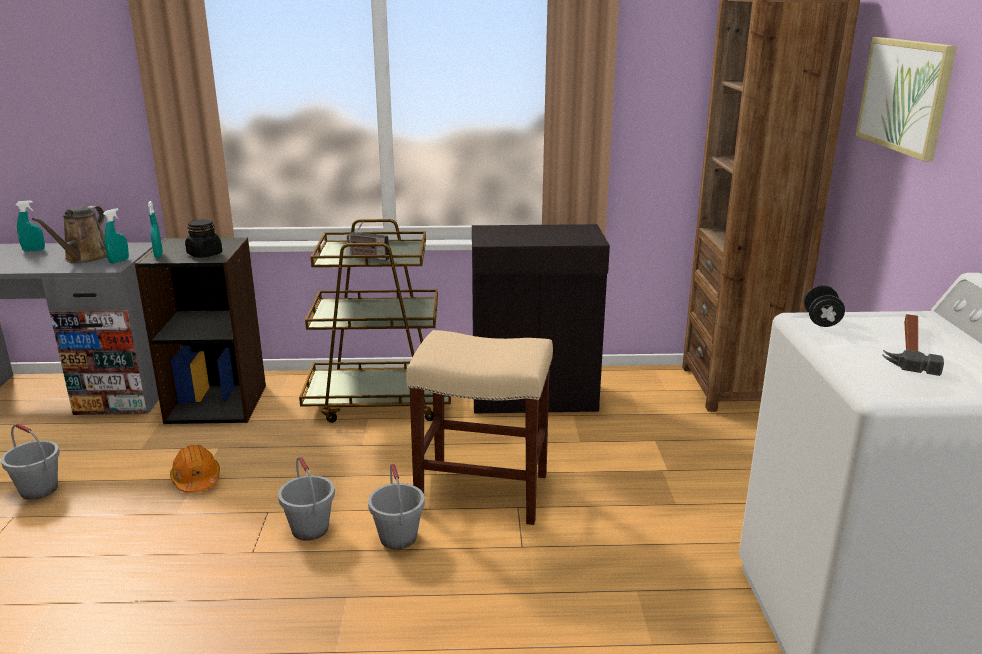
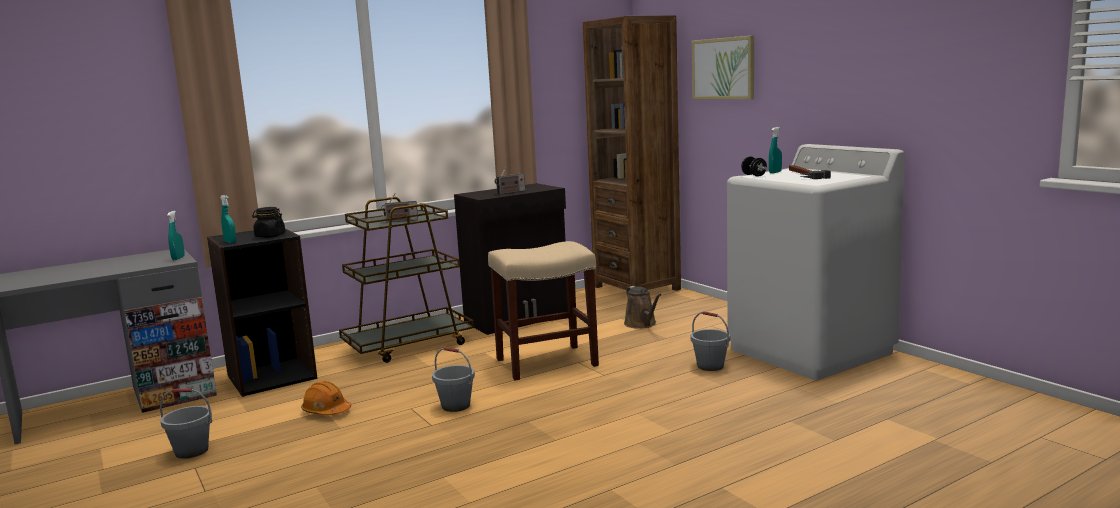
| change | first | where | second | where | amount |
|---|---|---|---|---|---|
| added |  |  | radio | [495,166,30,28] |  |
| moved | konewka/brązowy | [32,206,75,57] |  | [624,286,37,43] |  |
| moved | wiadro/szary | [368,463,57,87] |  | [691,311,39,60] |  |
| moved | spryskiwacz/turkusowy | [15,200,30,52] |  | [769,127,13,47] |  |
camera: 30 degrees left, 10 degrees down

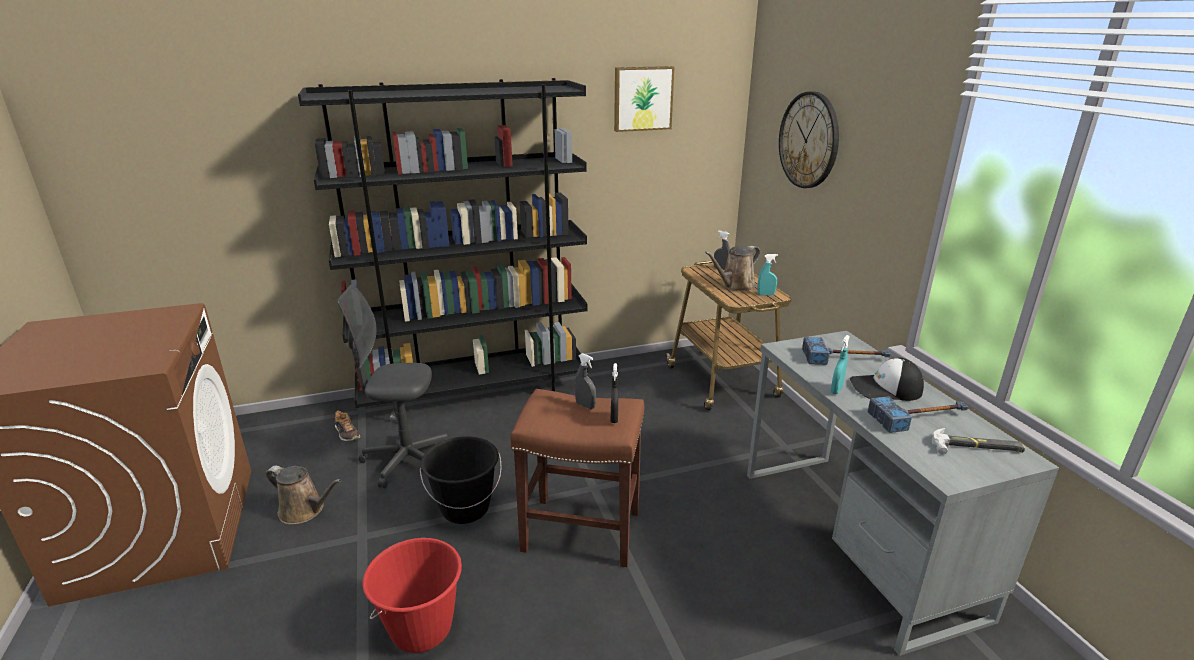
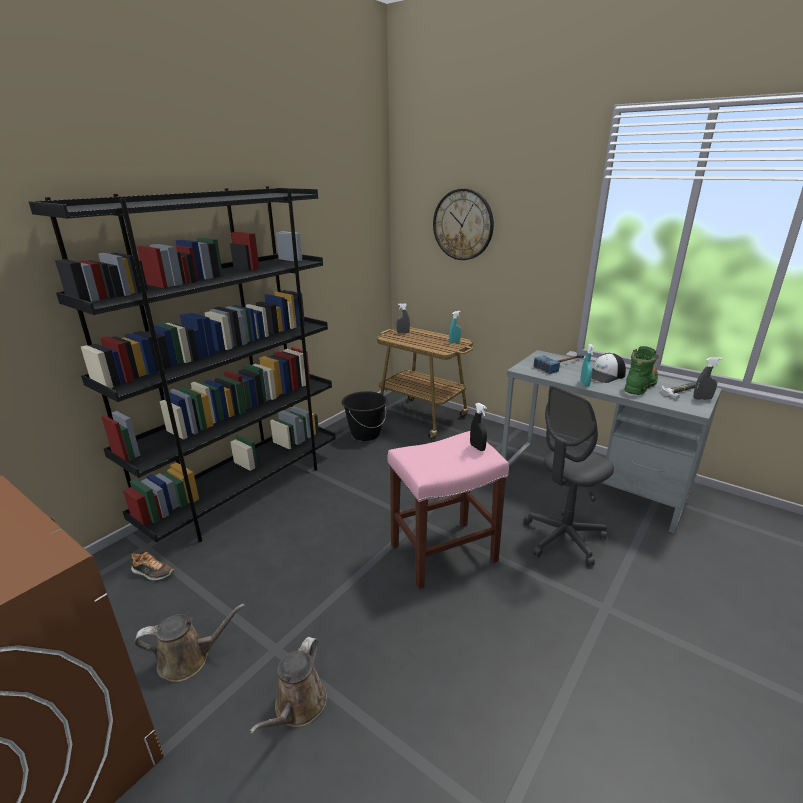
| change | first | where | second | where | amount |
|---|---|---|---|---|---|
| moved | konewka/brązowy | [705,245,55,46] |  | [249,637,78,97] |  |
| moved | wiadro/czarny | [420,436,82,88] |  | [342,391,45,50] |  |
| recoloured | stołek/brązowy | [510,389,134,178] | stołek/różowy | [388,431,121,158] |  |
| moved | krzesło biurowe/szary | [337,285,111,203] |  | [524,386,90,181] |  |
| replaced | młotek | [868,396,100,37] | but z cholewką/zielony | [624,346,35,49] |  |
| moved | spryskiwacz/szary | [575,353,21,56] |  | [694,357,28,43] |  |
| removed | wiadro/czerwony | [362,538,100,115] |  |  |  |
| removed | obraz | [614,66,60,66] |  |  |  |
camera: 35 degrees left, 0 degrees up

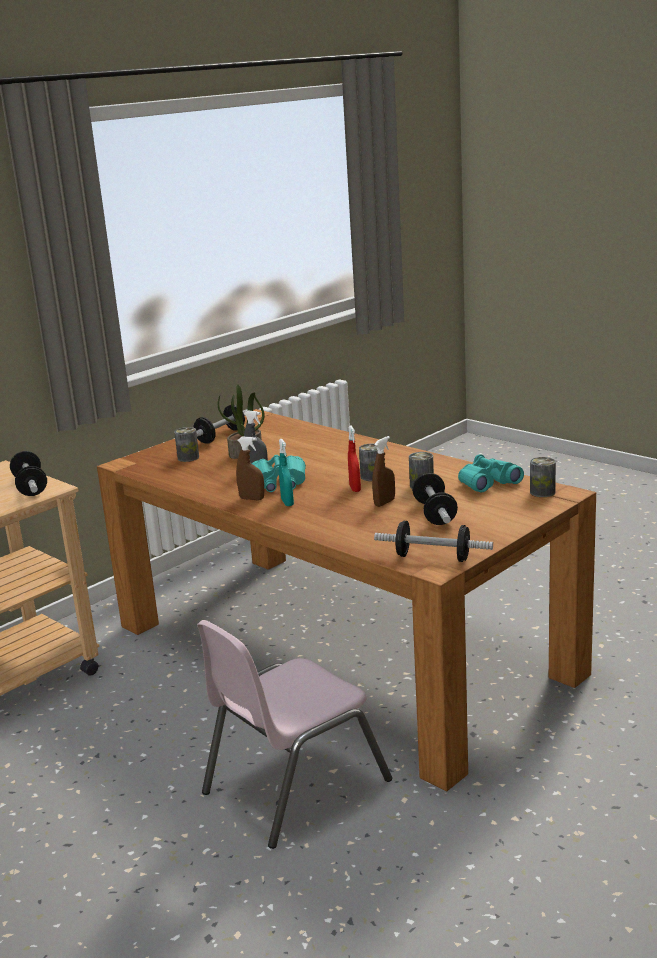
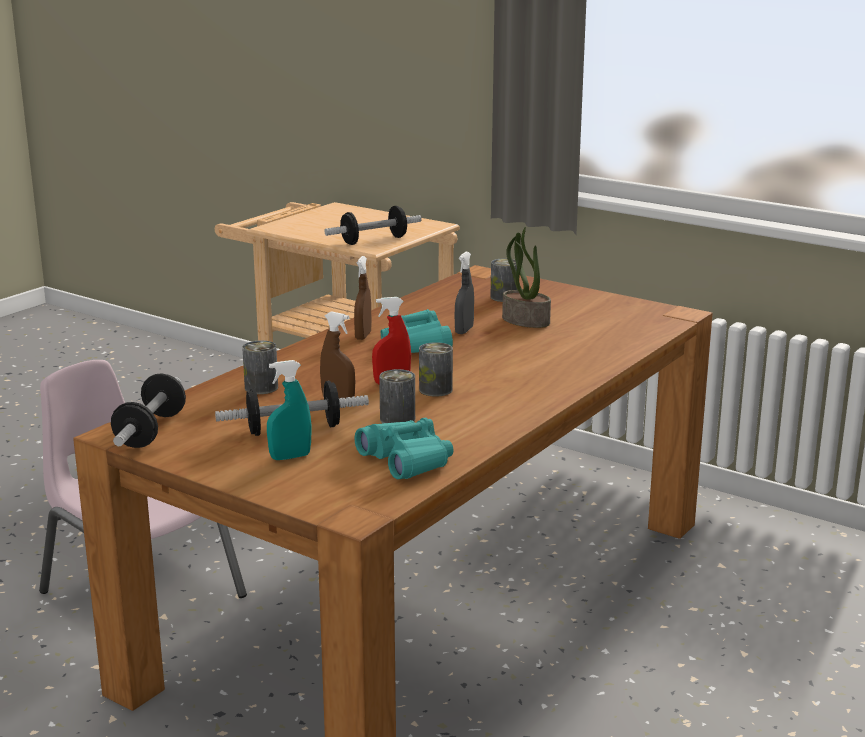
| change | first | where | second | where | amount |
|---|---|---|---|---|---|
| moved | puszka | [530,457,26,40] |  | [242,340,36,54] |  |
| moved | spryskiwacz/turkusowy | [279,439,15,67] |  | [267,360,45,100] |  |
| removed | hantel | [193,405,54,39] |  |  |  |
camera: 80 degrees right, 0 degrees up

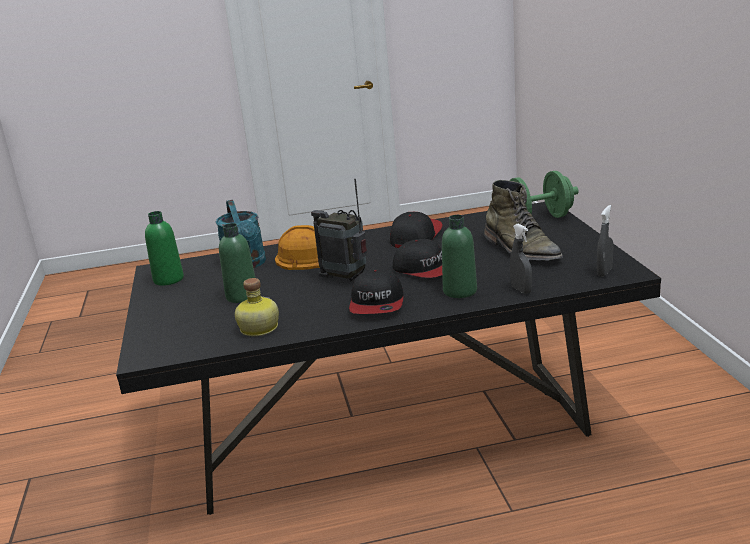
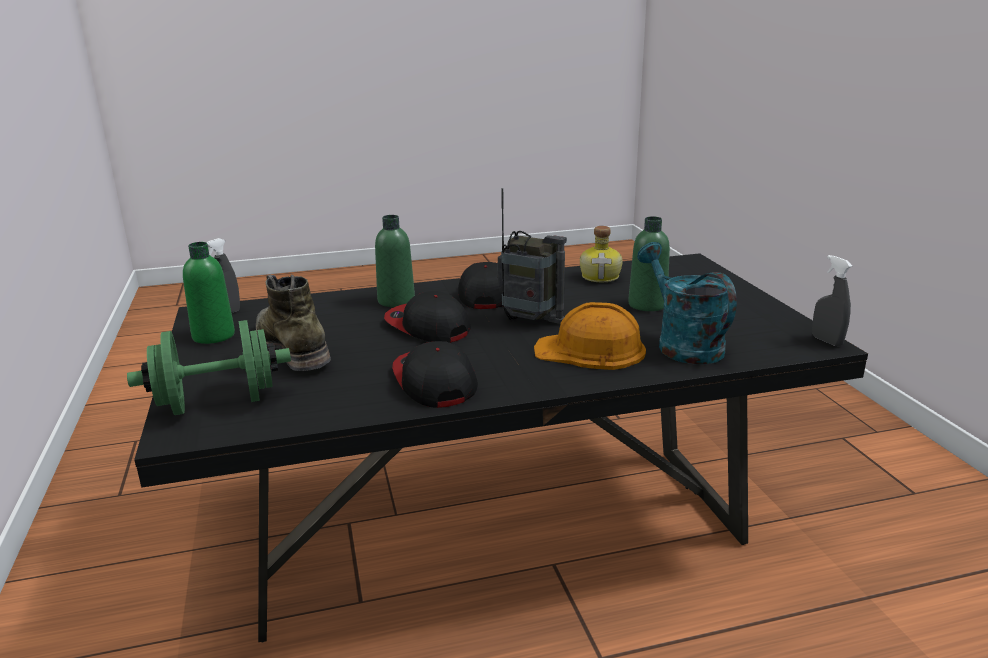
| change | first | where | second | where | amount |
|---|---|---|---|---|---|
| moved | butelka/zielony | [145,211,39,75] |  | [183,242,52,102] |  |
| turned | czapka z daszkiem | [390,212,53,36] |  | [392,341,86,67] | 135 degrees clockwise |
| moved | spryskiwacz/szary | [510,224,22,70] |  | [812,255,40,92] |  |
camera: 175 degrees right, 0 degrees up

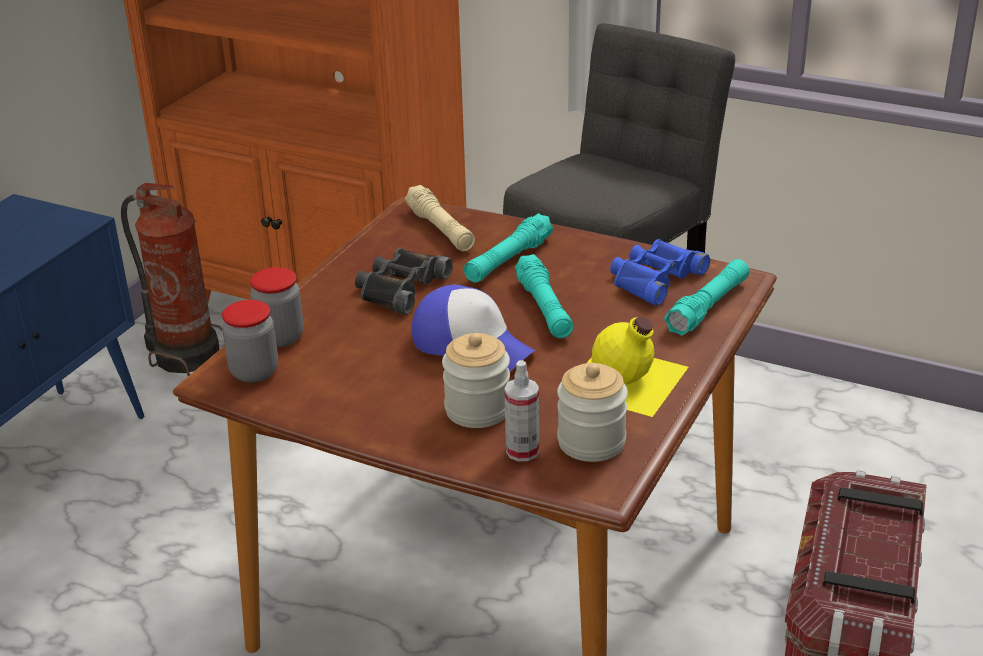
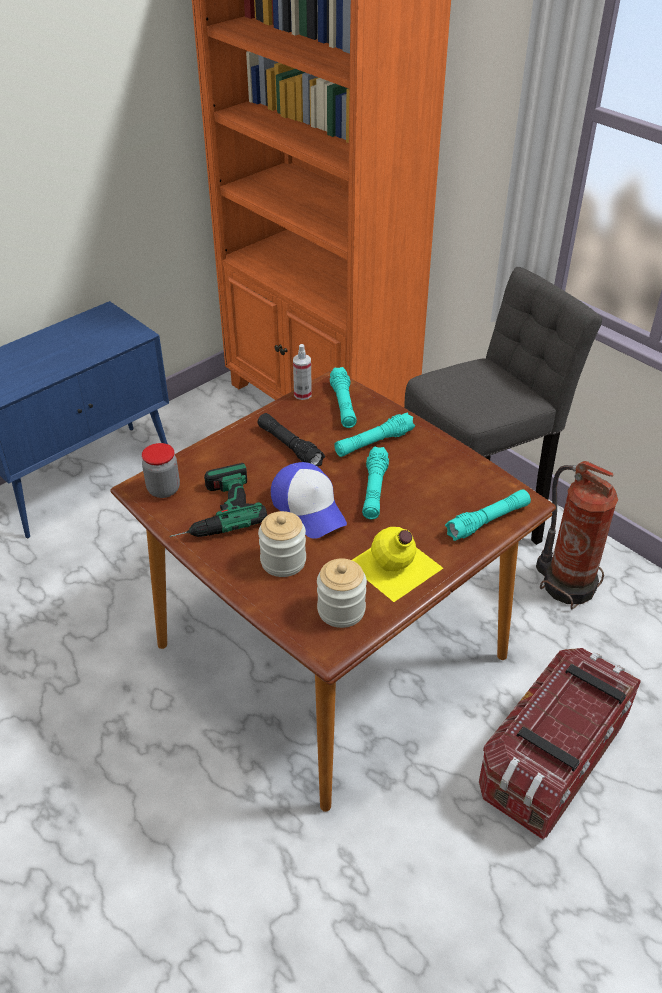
| change | first | where | second | where | amount |
|---|---|---|---|---|---|
| added |  |  | wiertarka | [170,463,97,74] |  |
| replaced | lornetka/czarny | [355,248,98,67] | latarka/czarny | [258,413,67,53] |  |
| moved | spryskiwacz | [504,360,35,102] |  | [293,344,19,56] |  |
| recoloured | latarka/beżowy | [405,185,70,66] | latarka/turkusowy | [330,367,27,61] |  |
| moved | gaśnica | [121,183,104,193] |  | [536,461,82,148] |  |
| removed | słoik | [250,267,54,80] |  |  |  |
| removed | lornetka/niebieski | [610,239,100,67] |  |  |  |
camera: 20 degrees right, 10 degrees up

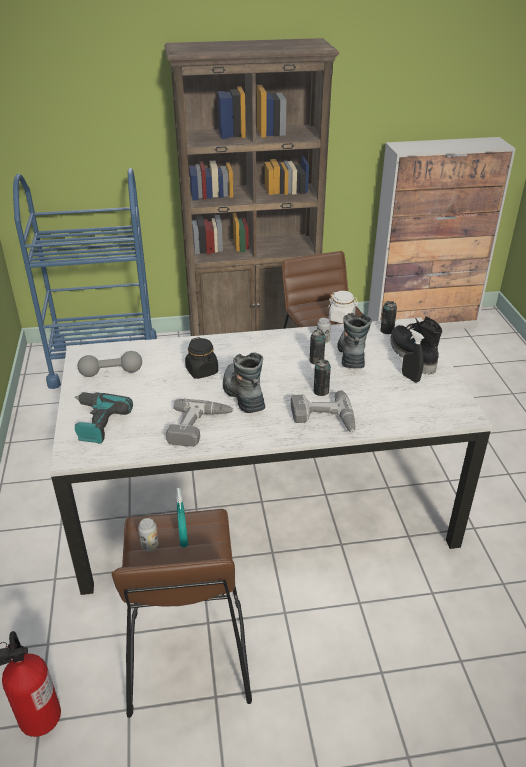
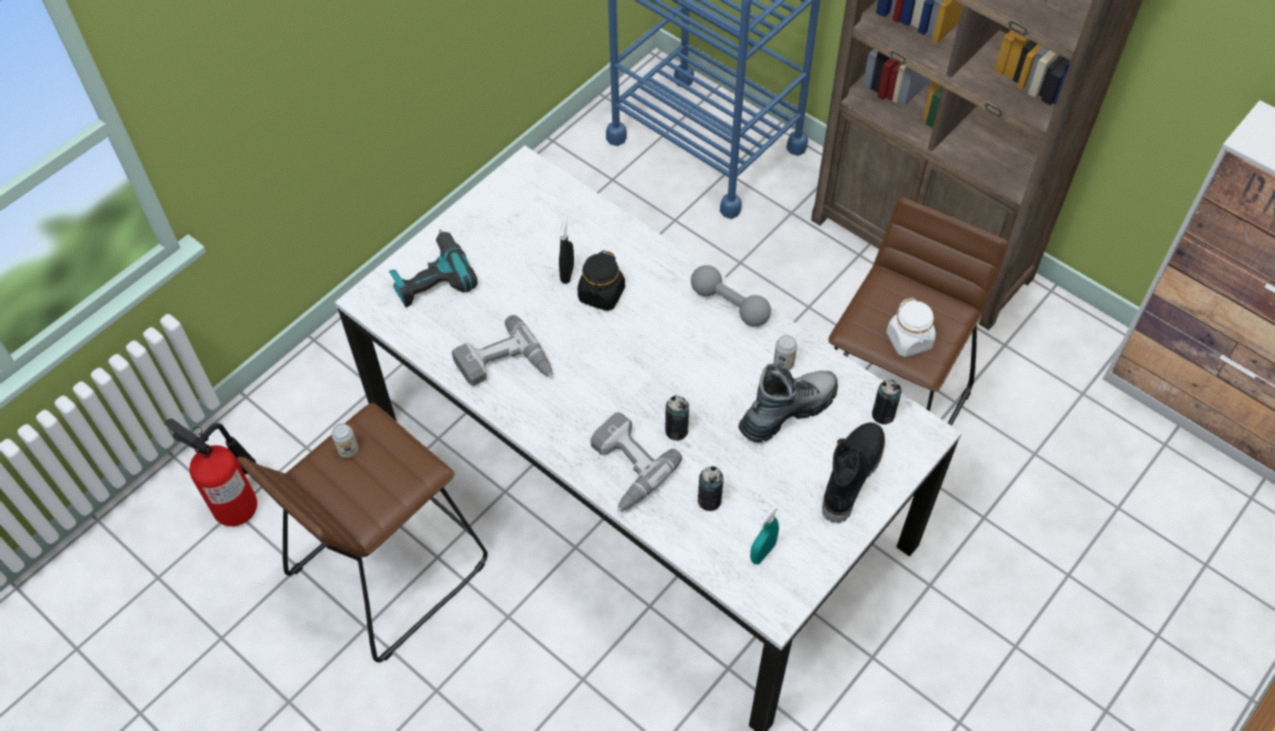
| change | first | where | second | where | amount |
|---|---|---|---|---|---|
| moved | spryskiwacz/czarny | [402,329,22,54] |  | [559,216,15,68] |  |
| moved | hantel/szary | [77,351,65,26] |  | [691,265,80,62] |  |
| moved | puszka | [310,330,16,35] |  | [698,466,26,45] |  |
| moved | spryskiwacz/turkusowy | [176,488,12,59] |  | [750,505,29,59] |  |
| removed | but z cholewką | [223,352,42,61] |  |  |  |
camera: 50 degrees right, 20 degrees up

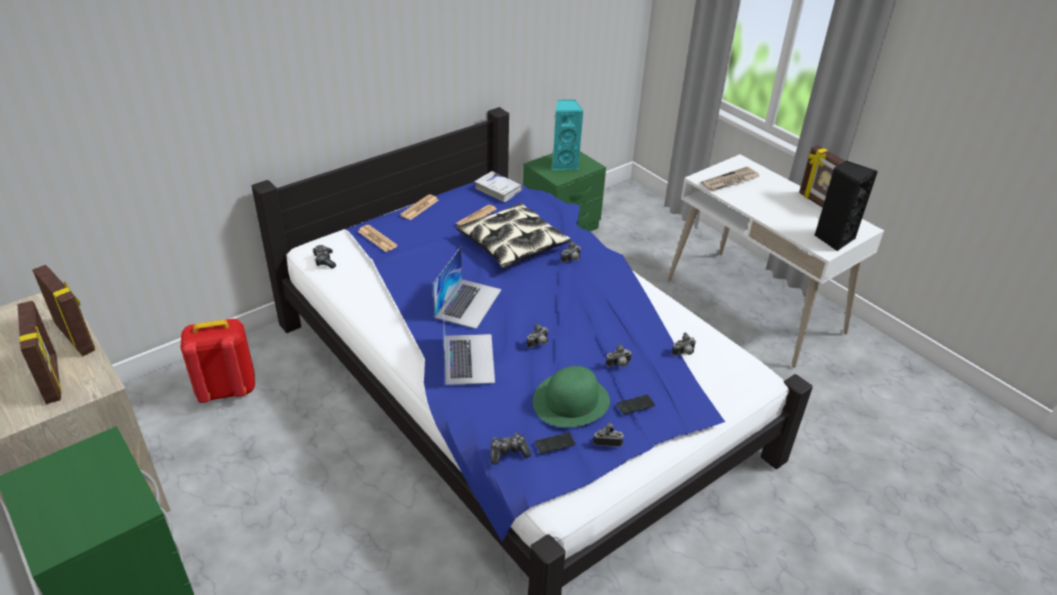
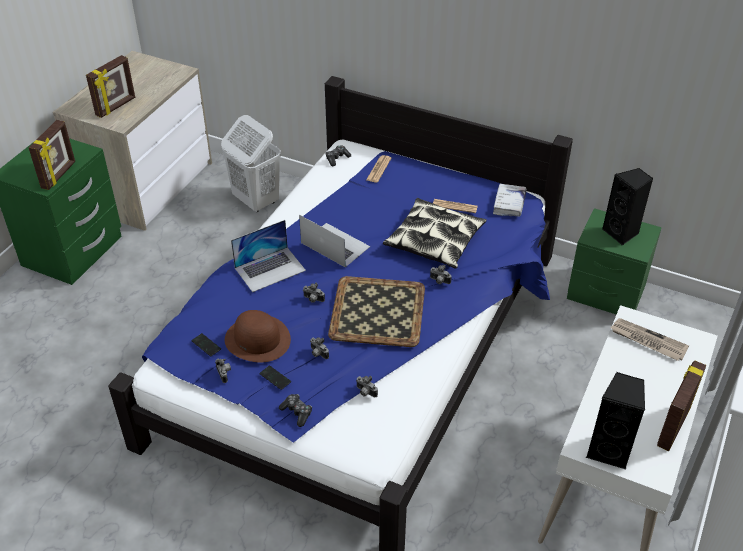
| change | first | where | second | where | amount |
|---|---|---|---|---|---|
| moved | ramka na zdjęcie | [32,265,63,91] |  | [29,120,46,70] |  |
| replaced | plecak/czerwony | [181,319,74,84] | kosz na pranie/biały | [221,115,60,98] |  |
| recoloured | kapelusz/zielony | [533,366,77,62] | kapelusz/brązowy | [225,310,66,52] |  |
| moved | pad do gier | [490,433,41,32] |  | [279,394,33,33] |  |
| turned | laptop | [433,247,69,82] |  | [299,215,71,52] | 135 degrees counterclockwise |
| added |  |  | taca | [328,276,97,71] |  |
| recoloured | głośnik/turkusowy | [552,100,31,70] | głośnik/czarny | [602,168,51,78] |  |
| removed | gazeta | [400,194,39,26] |  |  |  |
camera: 65 degrees right, 5 degrees up

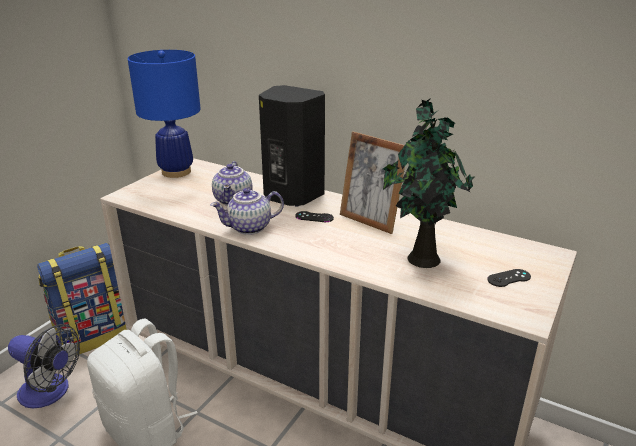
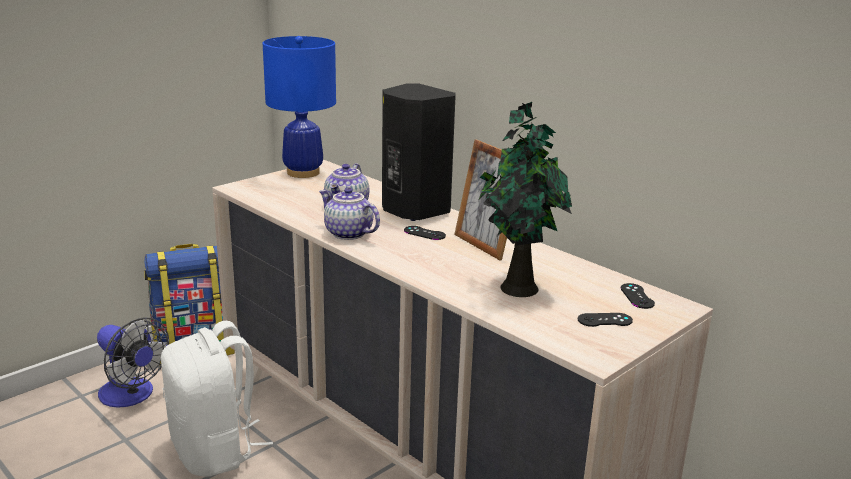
| change | first | where | second | where | amount |
|---|---|---|---|---|---|
| turned | imbryk | [210,188,74,47] |  | [319,187,61,53] | 45 degrees clockwise |
| added |  |  | pad do gier/czarny | [621,283,34,26] |  |
camera: 15 degrees right, 5 degrees down

